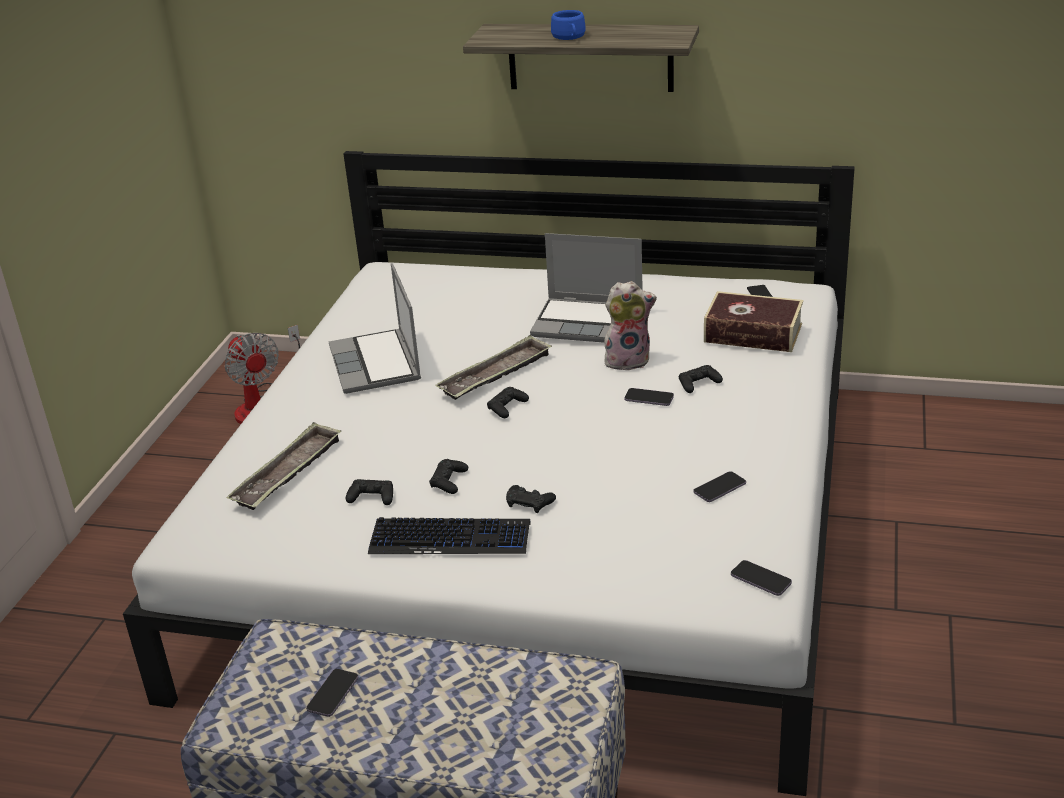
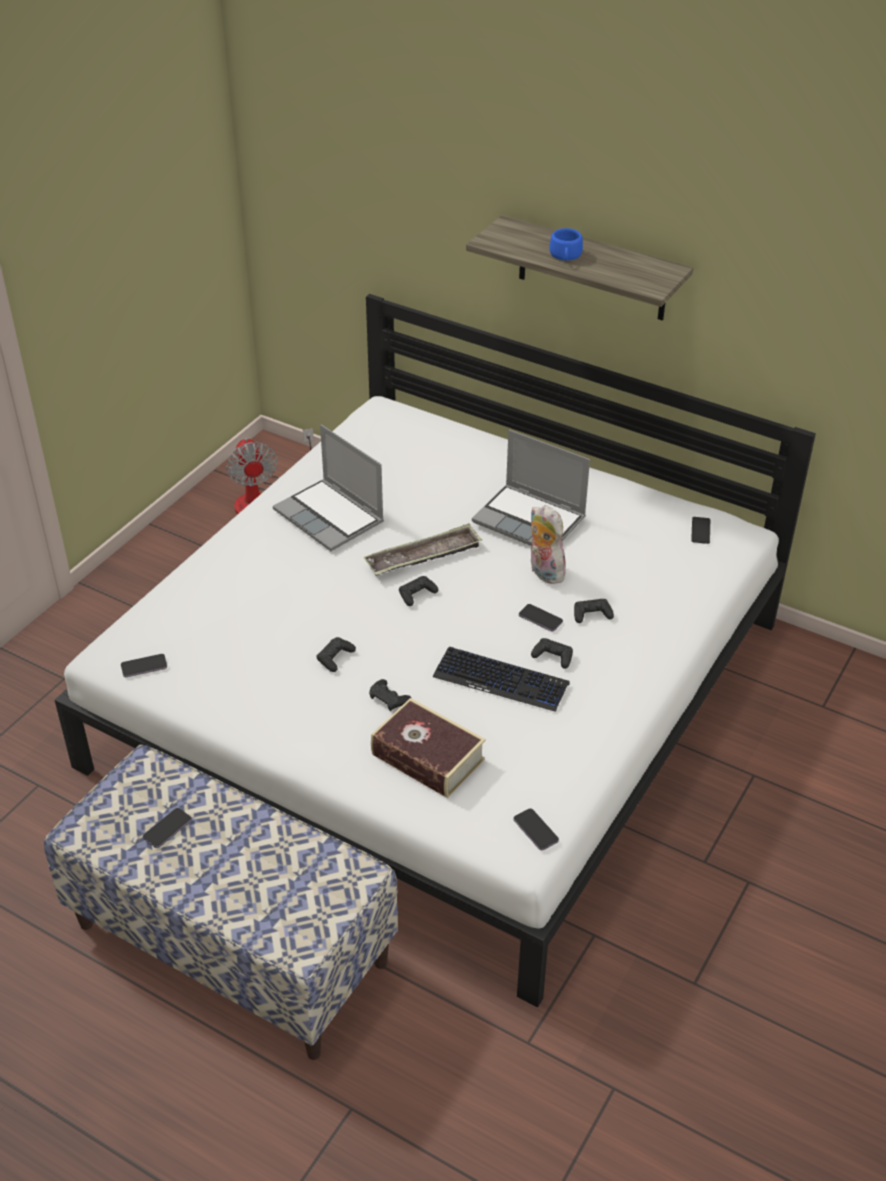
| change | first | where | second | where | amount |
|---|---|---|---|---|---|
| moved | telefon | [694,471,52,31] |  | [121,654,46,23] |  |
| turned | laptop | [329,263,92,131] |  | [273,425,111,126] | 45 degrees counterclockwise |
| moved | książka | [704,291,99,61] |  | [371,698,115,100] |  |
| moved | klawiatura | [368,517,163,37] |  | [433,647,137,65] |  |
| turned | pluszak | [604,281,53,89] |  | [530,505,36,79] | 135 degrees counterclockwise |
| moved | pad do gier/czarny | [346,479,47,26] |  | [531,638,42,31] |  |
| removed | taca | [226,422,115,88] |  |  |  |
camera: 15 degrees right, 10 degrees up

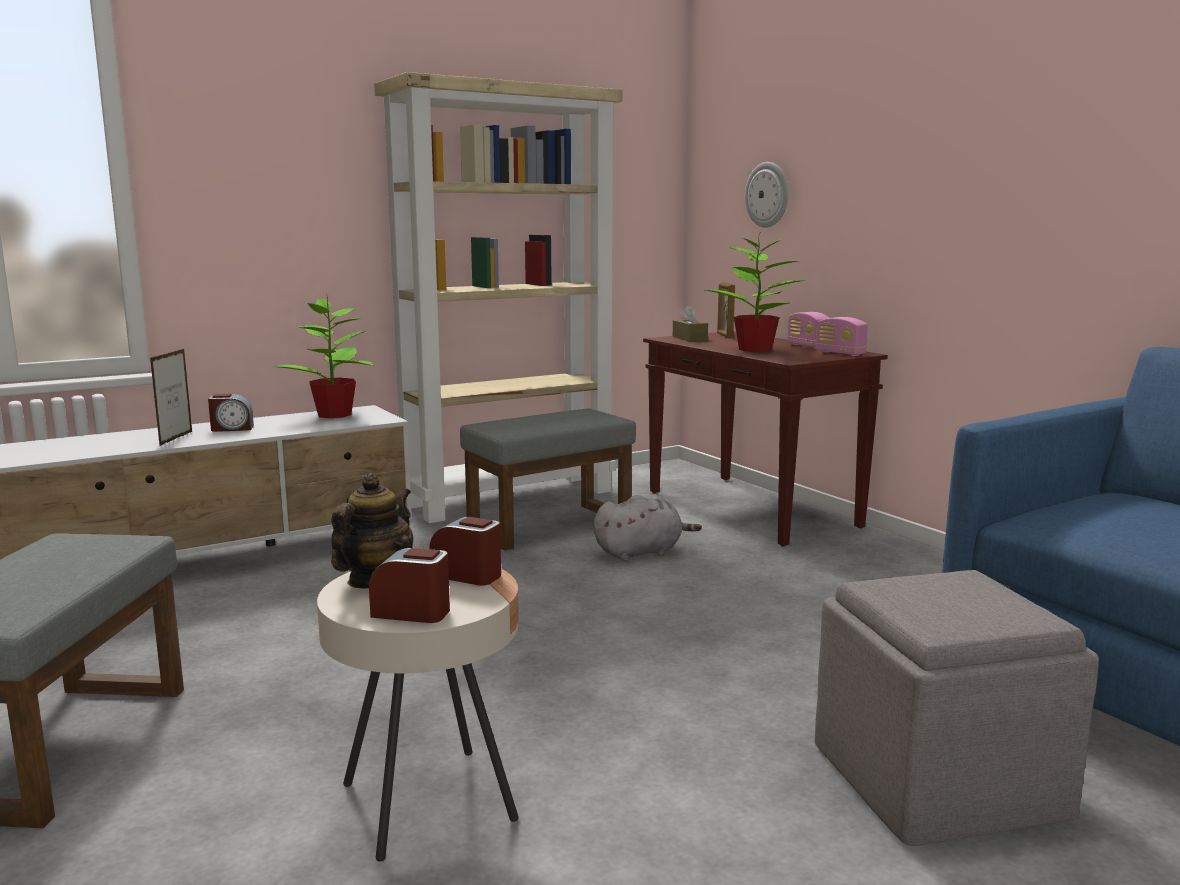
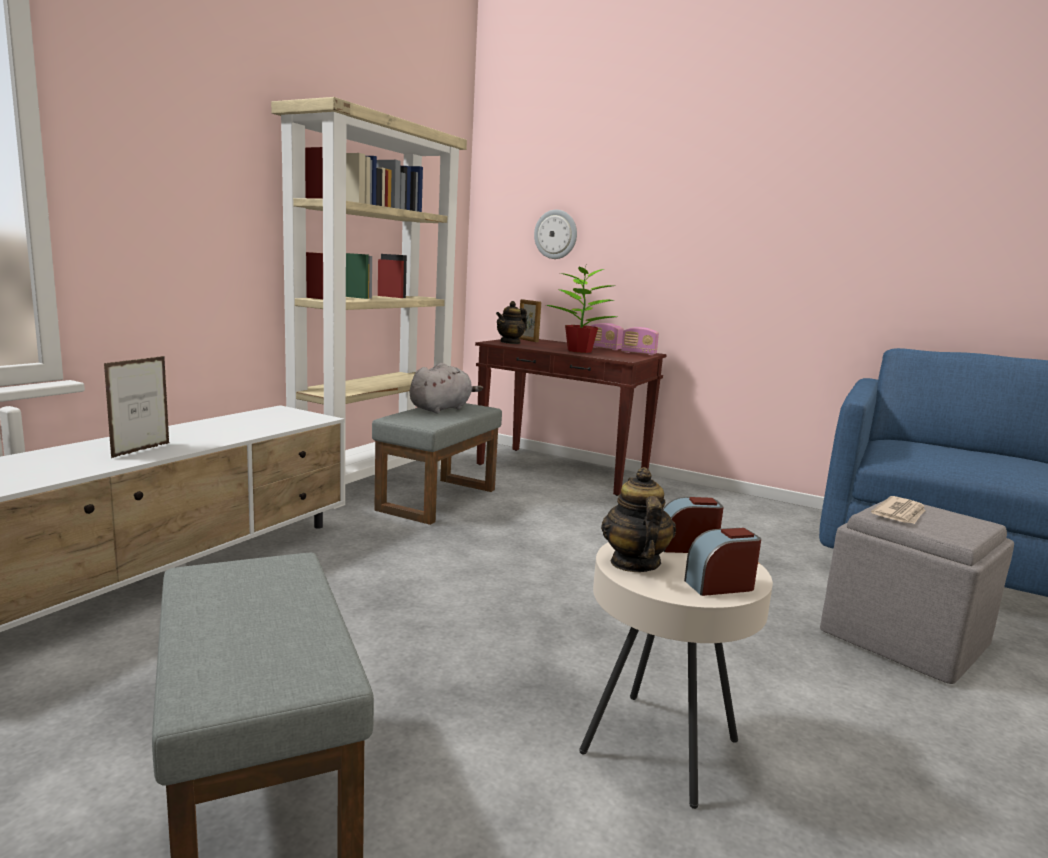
| change | first | where | second | where | amount |
|---|---|---|---|---|---|
| turned | ramka na zdjęcie | [150,349,42,97] |  | [104,356,65,102] | 135 degrees counterclockwise |
| moved | pluszak/szary | [594,495,108,66] |  | [410,363,73,51] |  |
| replaced | pudełko chusteczek/brązowy | [673,305,35,36] | imbryk | [496,301,31,43] |  |
| added |  |  | gazeta | [871,496,54,28] |  |
| removed | budzik | [208,394,46,38] |  |  |  |
| removed | roślina doniczkowa | [274,297,100,121] |  |  |  |
camera: 30 degrees left, 0 degrees up

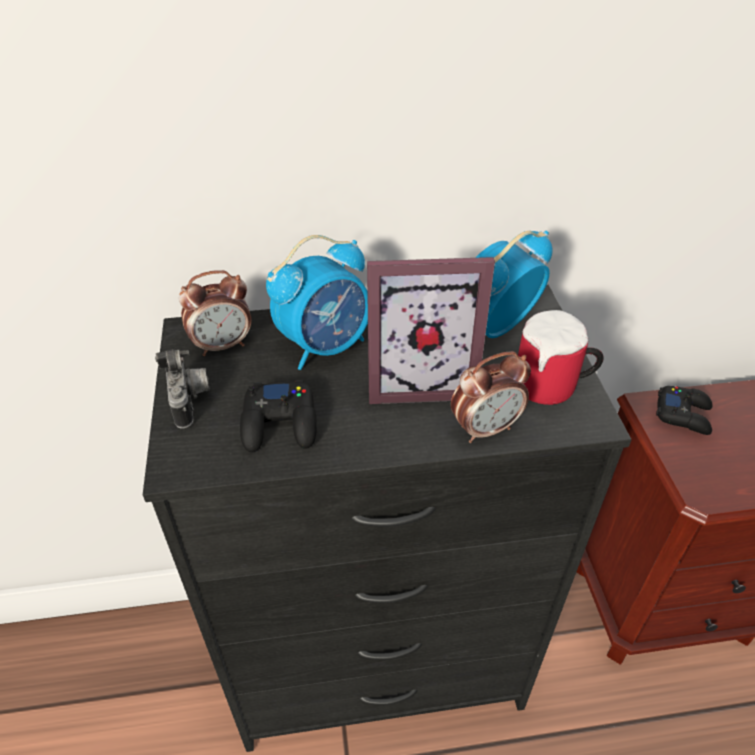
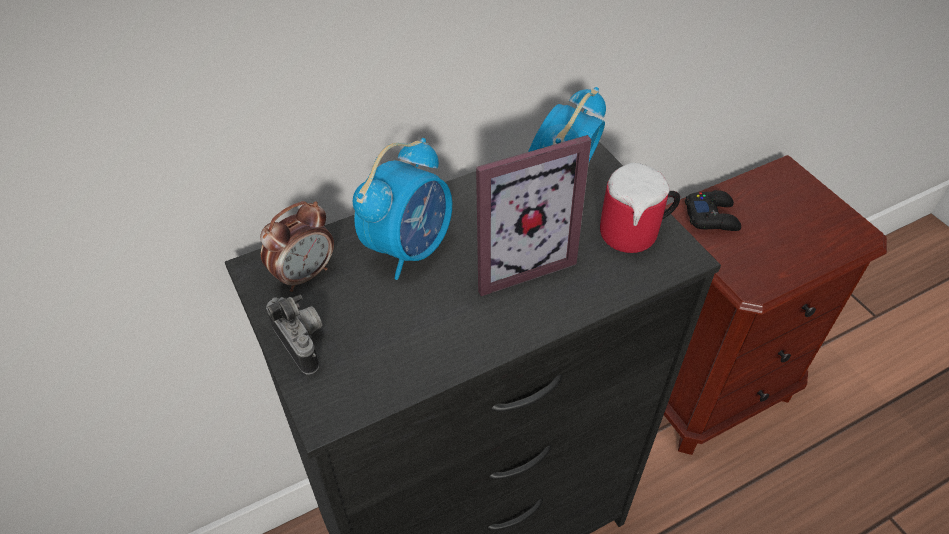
| change | first | where | second | where | amount |
|---|---|---|---|---|---|
| removed | pad do gier/czarny | [240,380,77,72] |  |  |  |
| removed | budzik | [451,351,80,92] |  |  |  |
camera: 20 degrees left, 5 degrees up

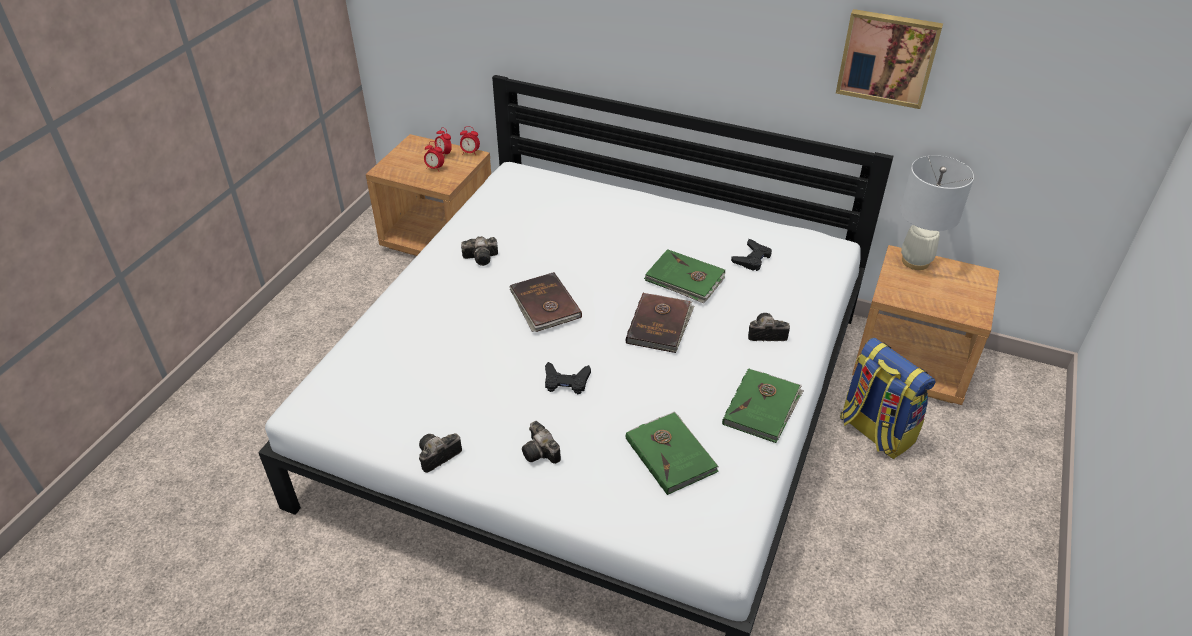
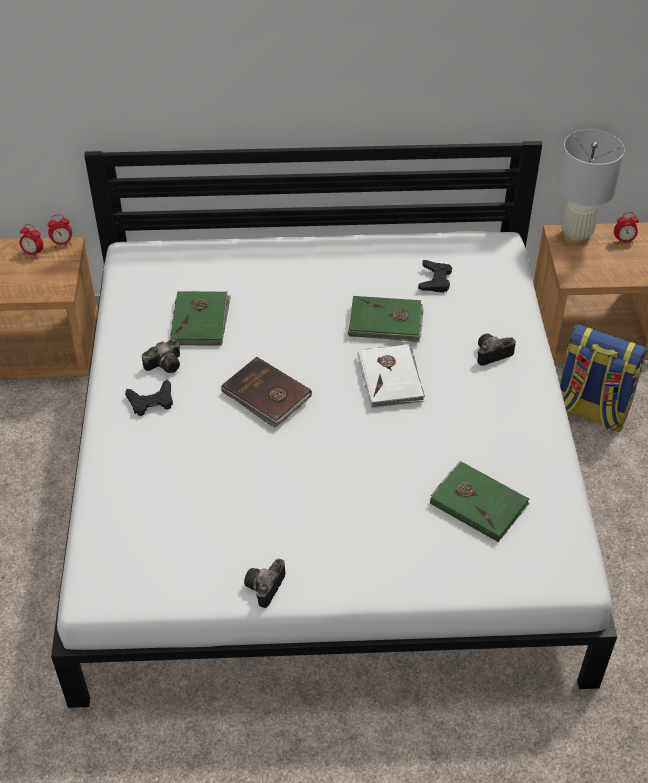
| change | first | where | second | where | amount |
|---|---|---|---|---|---|
| moved | pad do gier/czarny | [545,362,46,32] |  | [125,379,48,37] |  |
| moved | książka/zielony | [722,368,82,75] |  | [170,291,61,55] |  |
| recoloured | książka/brązowy | [626,293,68,60] | książka/biały | [358,344,67,64] |  |
| moved | budzik | [424,141,20,31] |  | [614,212,25,33] |  |
| removed | aparat fotograficzny | [522,421,39,43] |  |  |  |
| removed | obraz | [836,9,107,100] |  |  |  |
camera: 25 degrees left, 5 degrees up

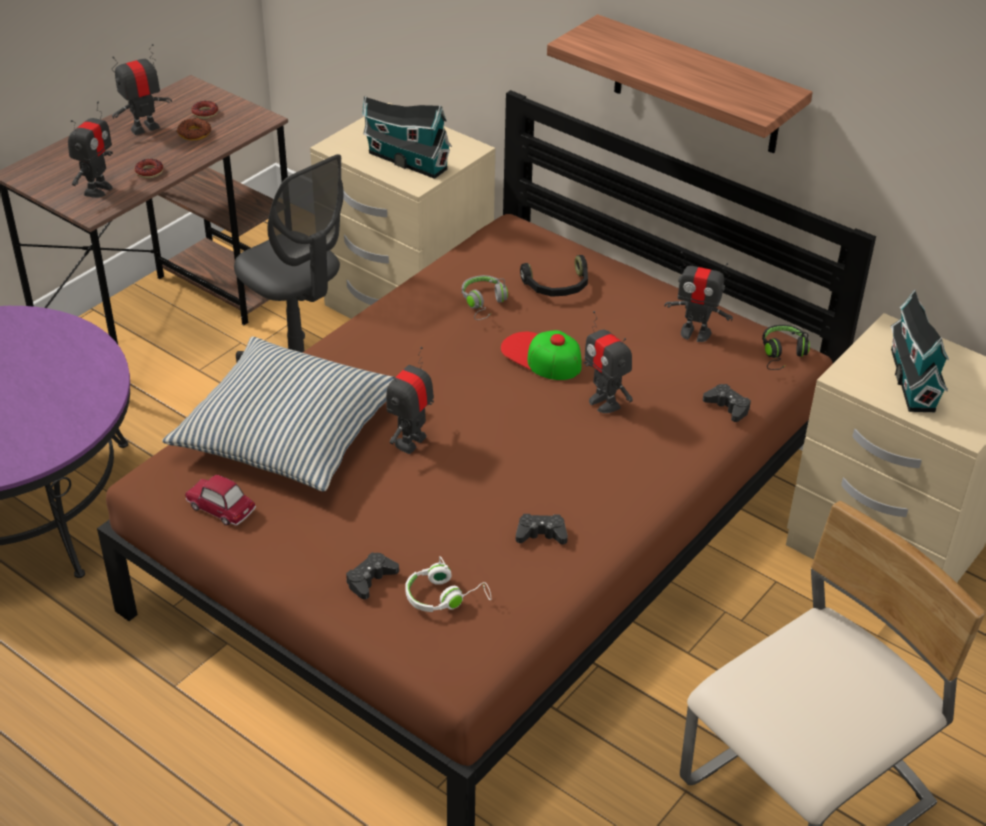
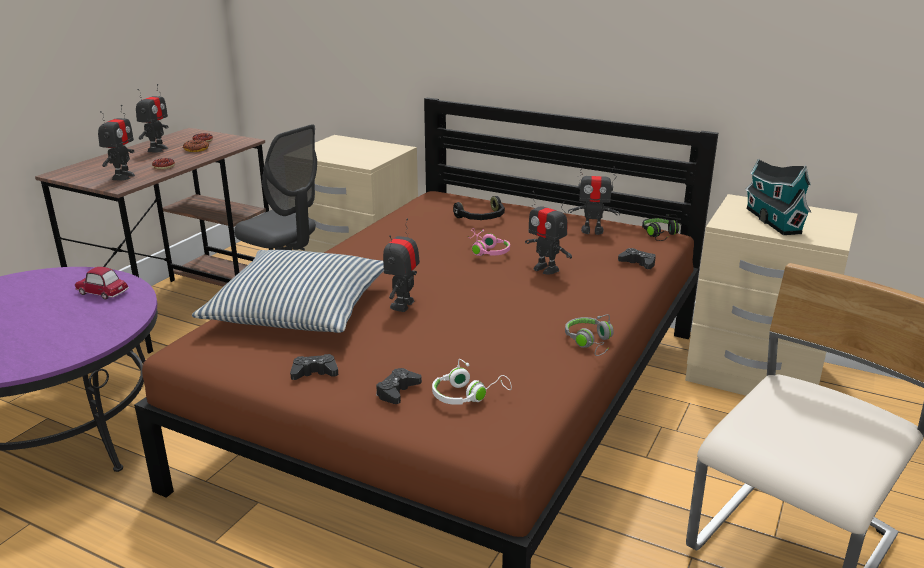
| change | first | where | second | where | amount |
|---|---|---|---|---|---|
| moved | samochodzik | [185,475,71,51] |  | [75,267,54,33] |  |
| turned | robot zabawkowy | [111,44,61,91] |  | [136,84,33,69] | 150 degrees clockwise |
| moved | pad do gier/czarny | [516,514,52,30] |  | [290,354,48,26] |  |
| replaced | czapka z daszkiem | [501,330,81,50] | słuchawki/różowy | [468,228,42,28] |  |
| moved | słuchawki/szary | [462,275,46,45] |  | [565,314,49,42] |  |
| removed | domek | [363,96,89,83] |  |  |  |
| removed | półka | [547,14,266,139] |  |  |  |
camera: 10 degrees left, 15 degrees down

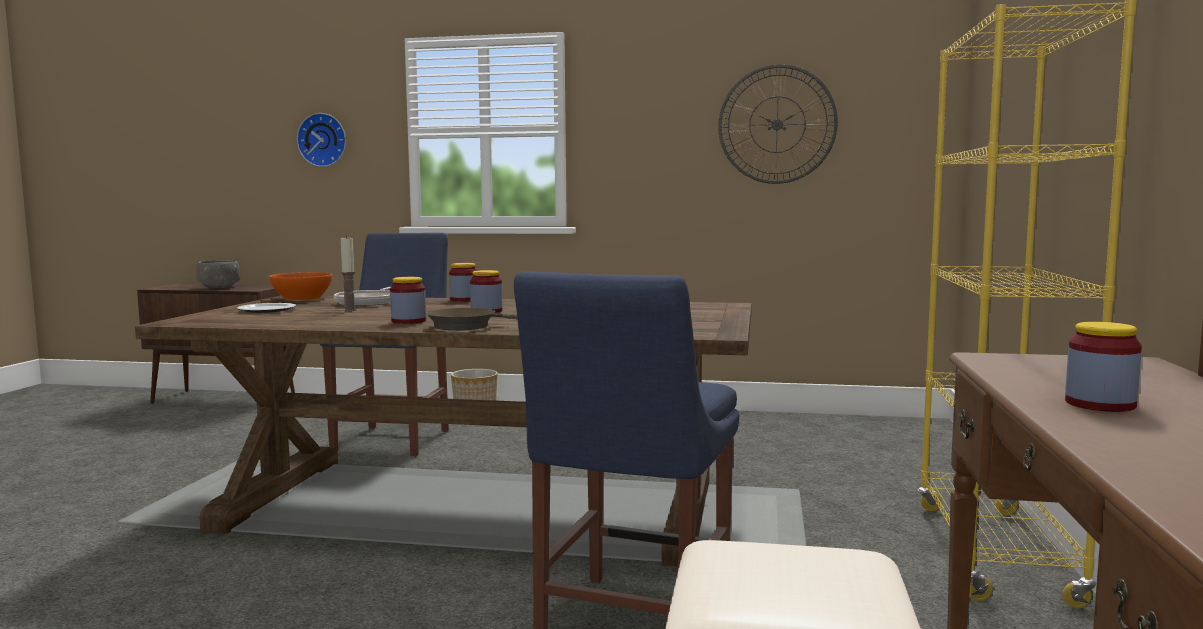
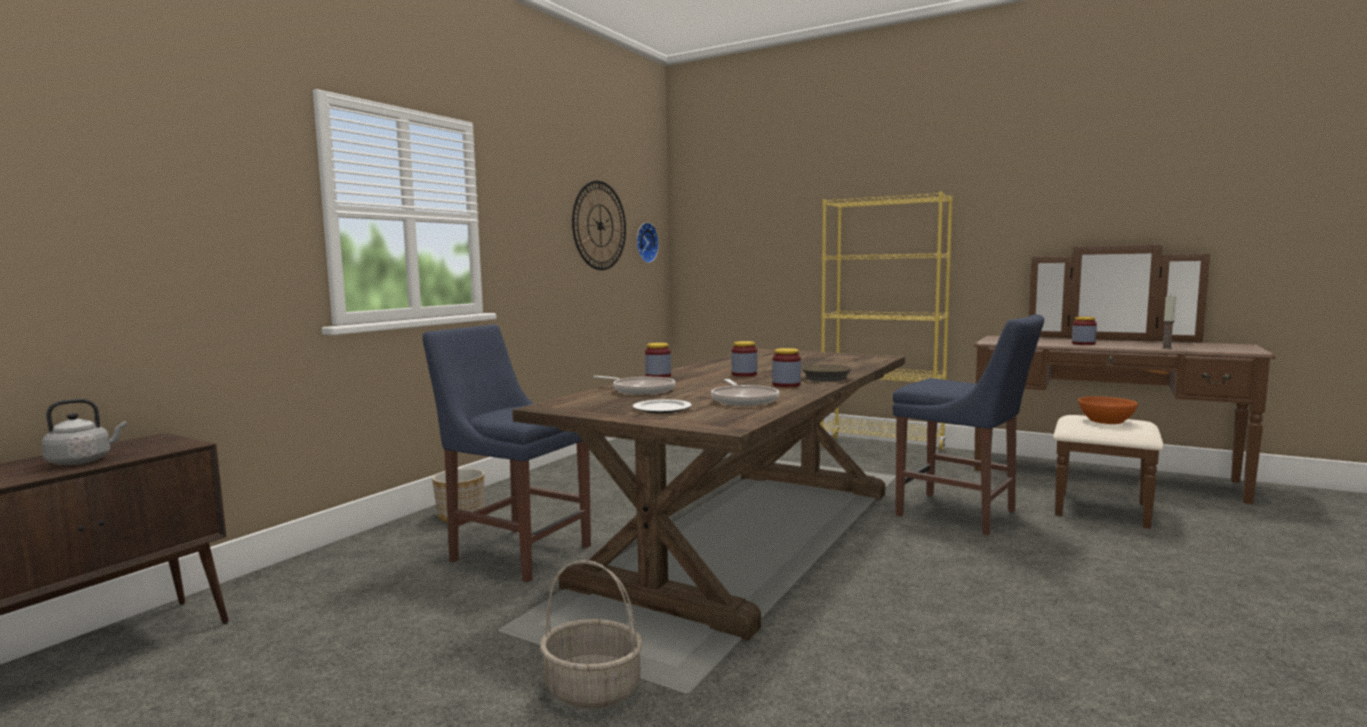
| change | first | where | second | where | amount |
|---|---|---|---|---|---|
| replaced | miska/szary | [196,260,45,28] | czajnik/szary | [41,399,86,66] |  |
| added |  |  | koszyk | [540,560,103,149] |  |
| moved | zegar ścienny | [297,113,49,54] |  | [637,222,22,41] |  |
| added |  |  | patelnia | [711,379,68,27] |  |
| moved | miska/pomarańczowy | [269,272,63,28] |  | [1078,396,60,28] |  |
| moved | świeca | [341,236,15,75] |  | [1162,296,14,53] |  |
camera: 70 degrees left, 0 degrees up

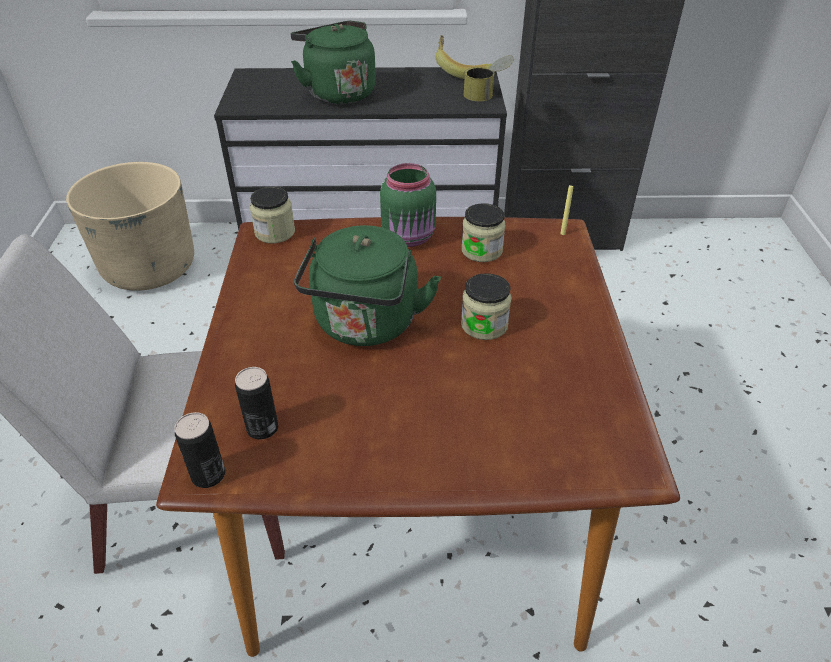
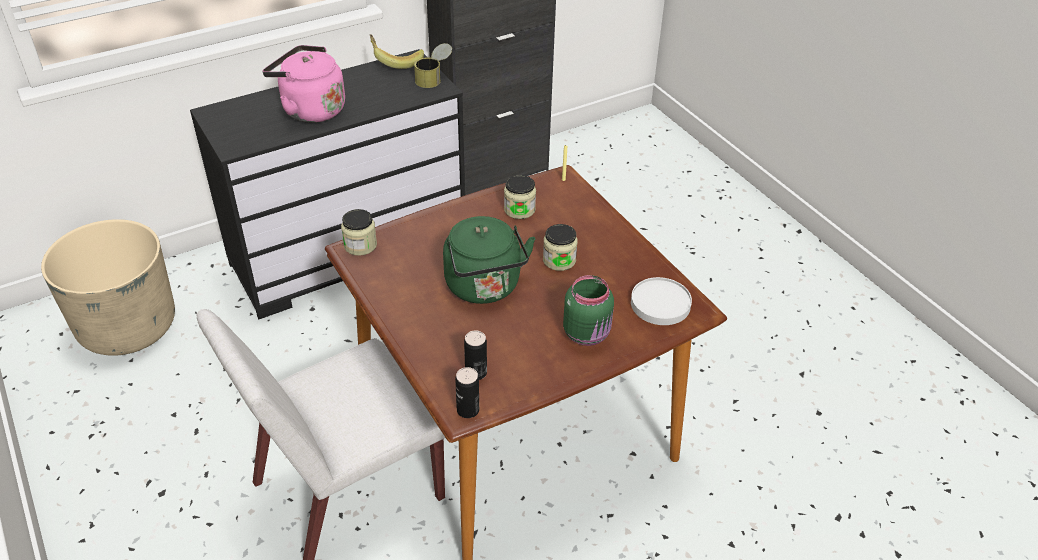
| change | first | where | second | where | amount |
|---|---|---|---|---|---|
| recoloured | czajnik/zielony | [291,21,85,83] | czajnik/różowy | [262,45,83,78] |  |
| moved | słoik/zielony | [380,163,56,84] |  | [563,275,51,71] |  |
| added |  |  | talerz/biały | [631,277,61,48] |  |
camera: 30 degrees left, 0 degrees up

